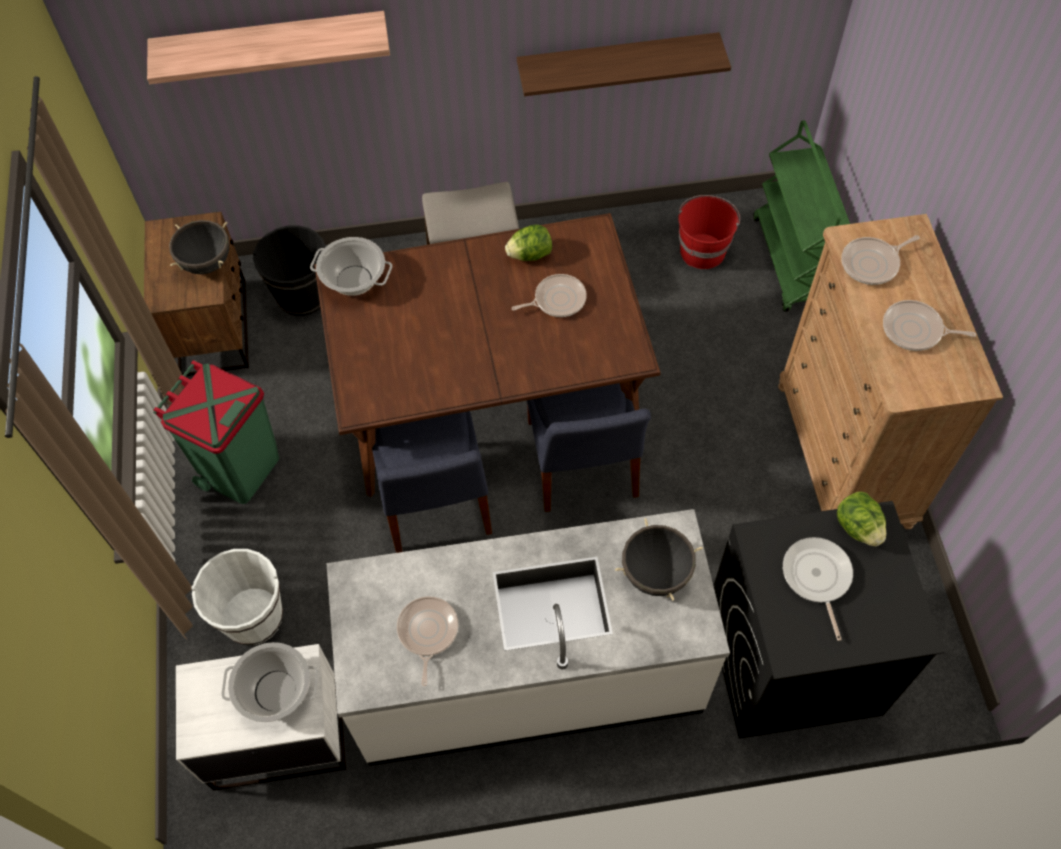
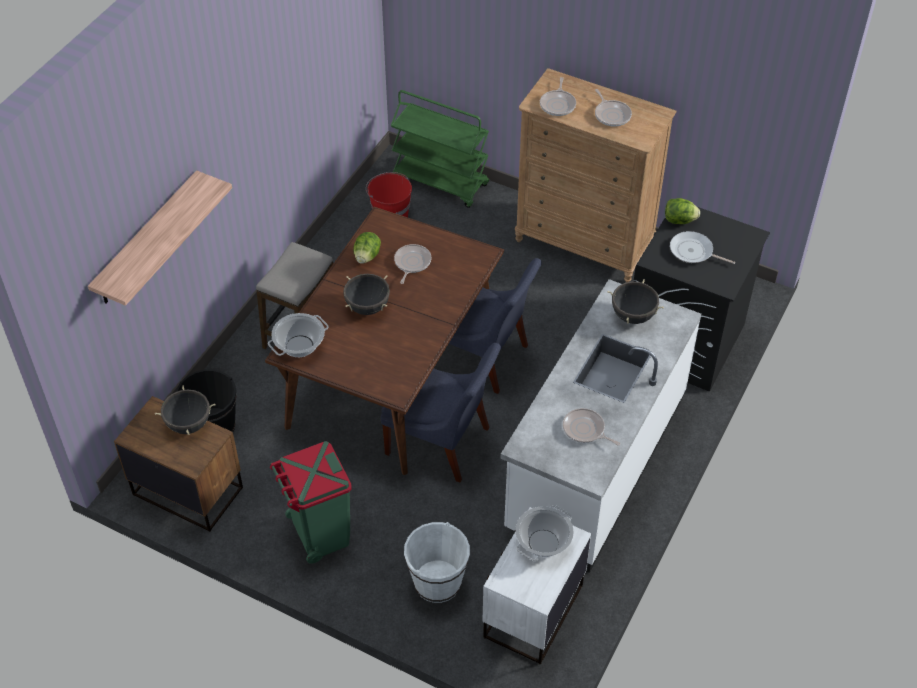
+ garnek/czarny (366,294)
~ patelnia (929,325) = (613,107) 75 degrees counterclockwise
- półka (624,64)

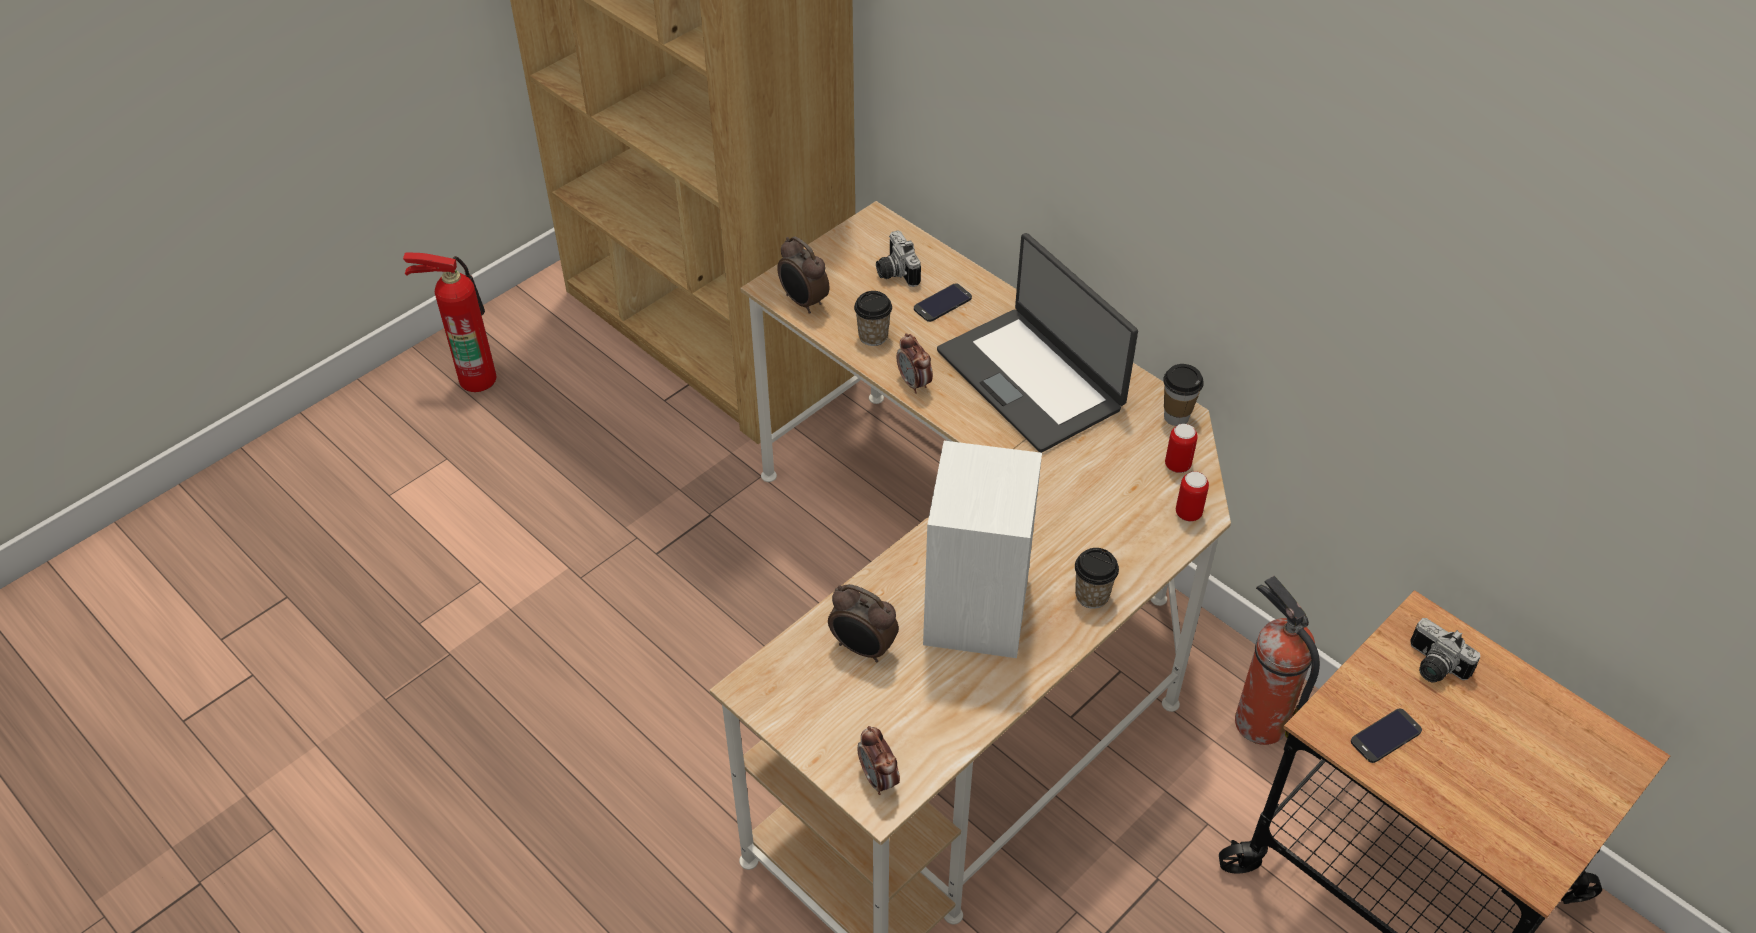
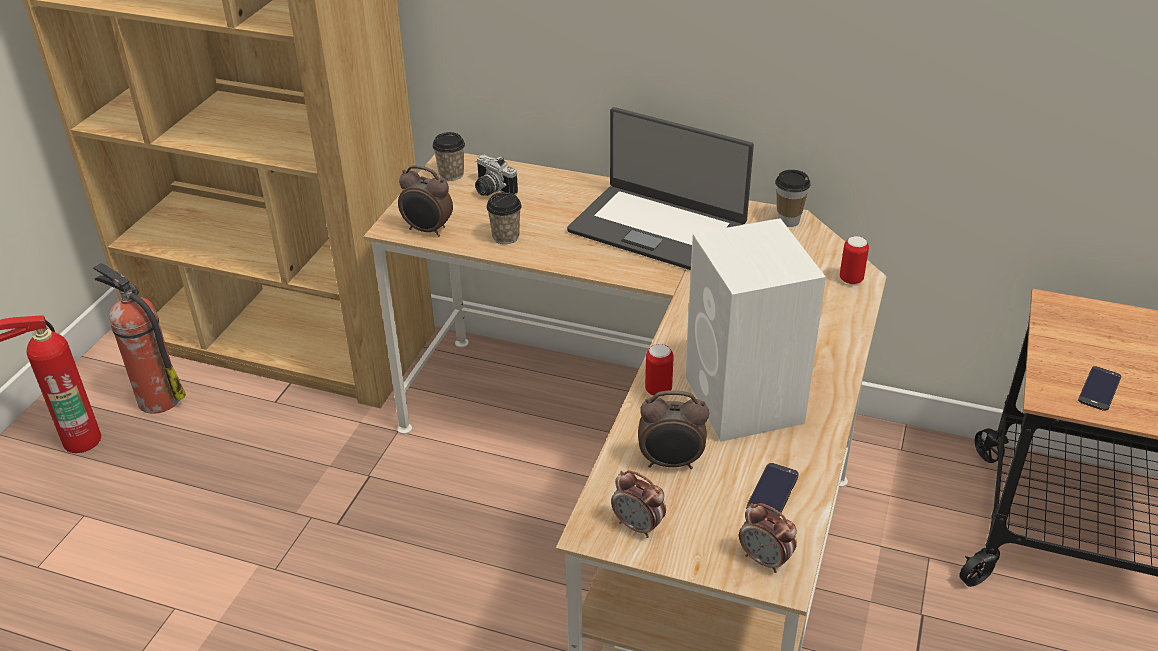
~ gaśnica (1277,660) to (139,338)
~ filiżanka (1097,578) to (449,156)
~ budzik (915,363) to (638,504)
~ puszka (1181,448) to (659,370)
~ telefon (943,302) to (772,490)
- aparat fotograficzny (1445,650)

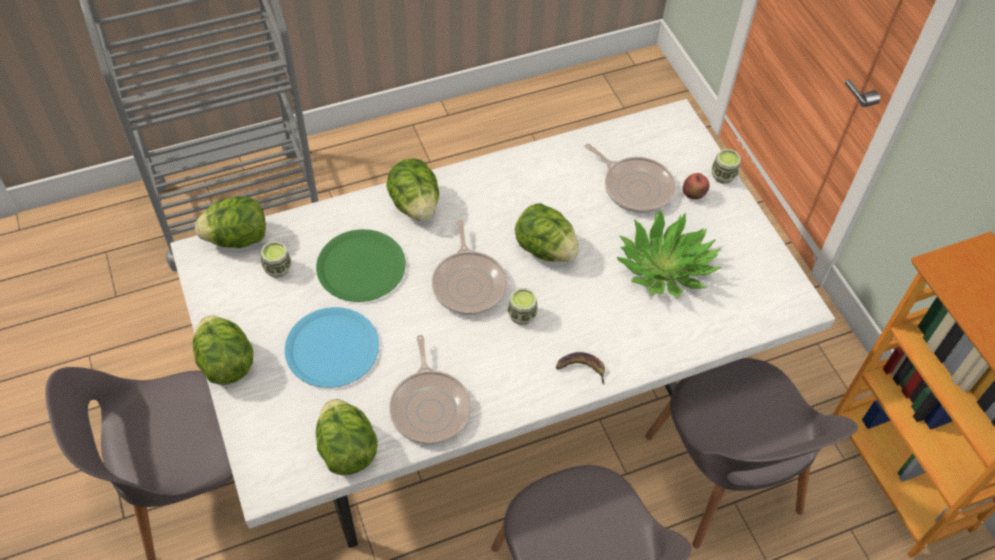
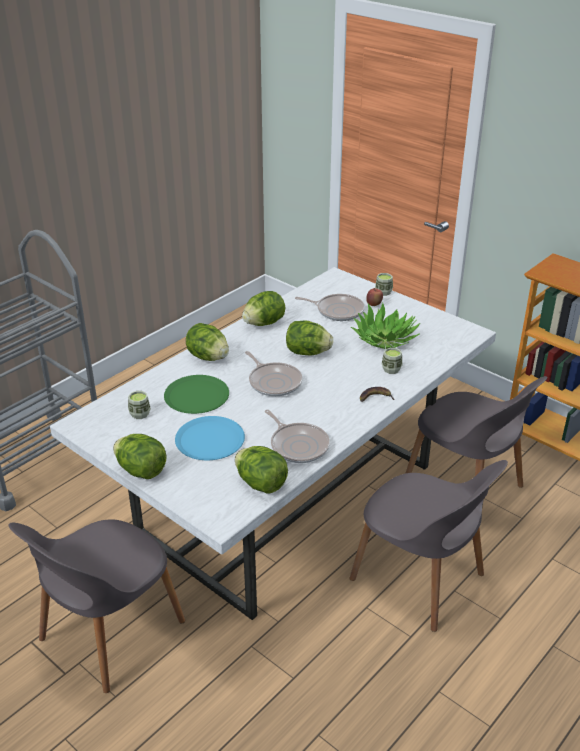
~ sałata (230,222) to (263,308)
~ filiżanka (522,306) to (392,361)

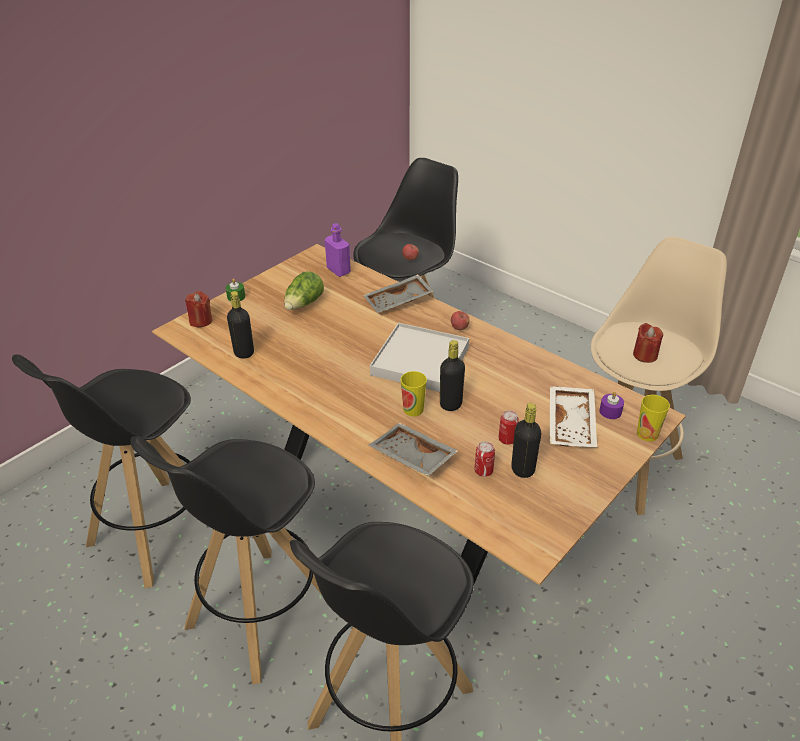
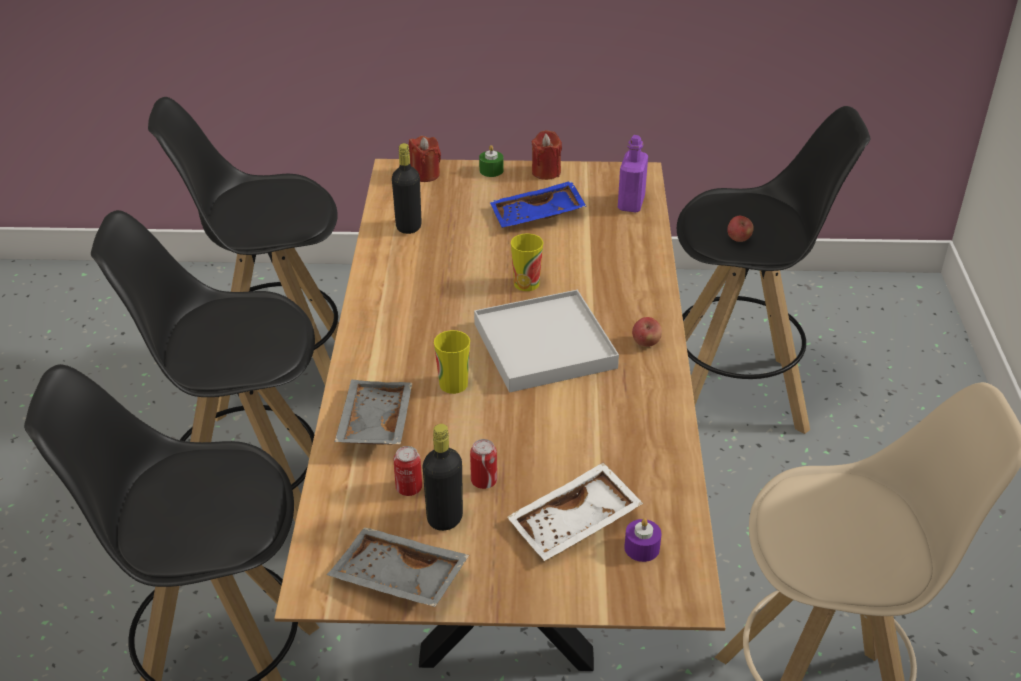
~ taca/szary (398,293) to (398,567)
~ sałata (304,290) to taca/niebieski (538,204)
~ filiżanka (653,418) to (527,262)
~ świeca/czerwony (648,343) to (546,155)
- butelka/czarny (452,375)

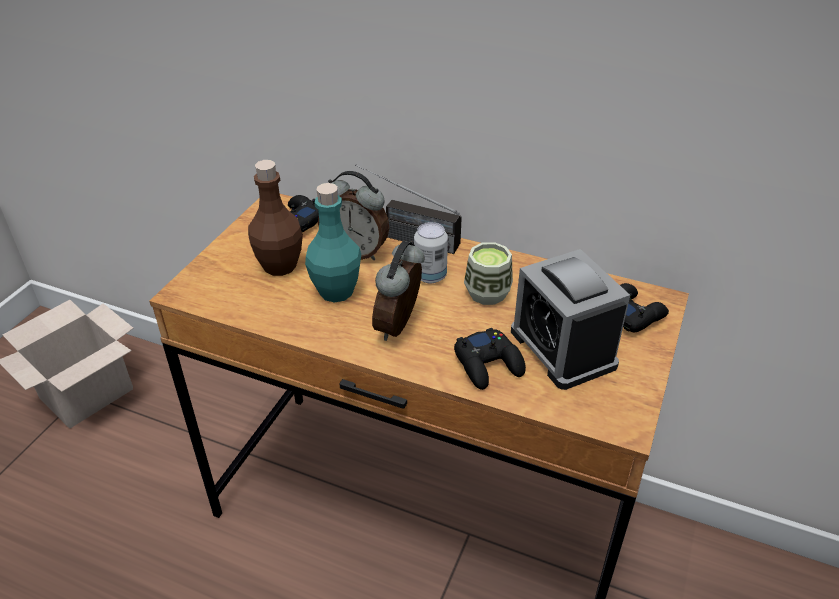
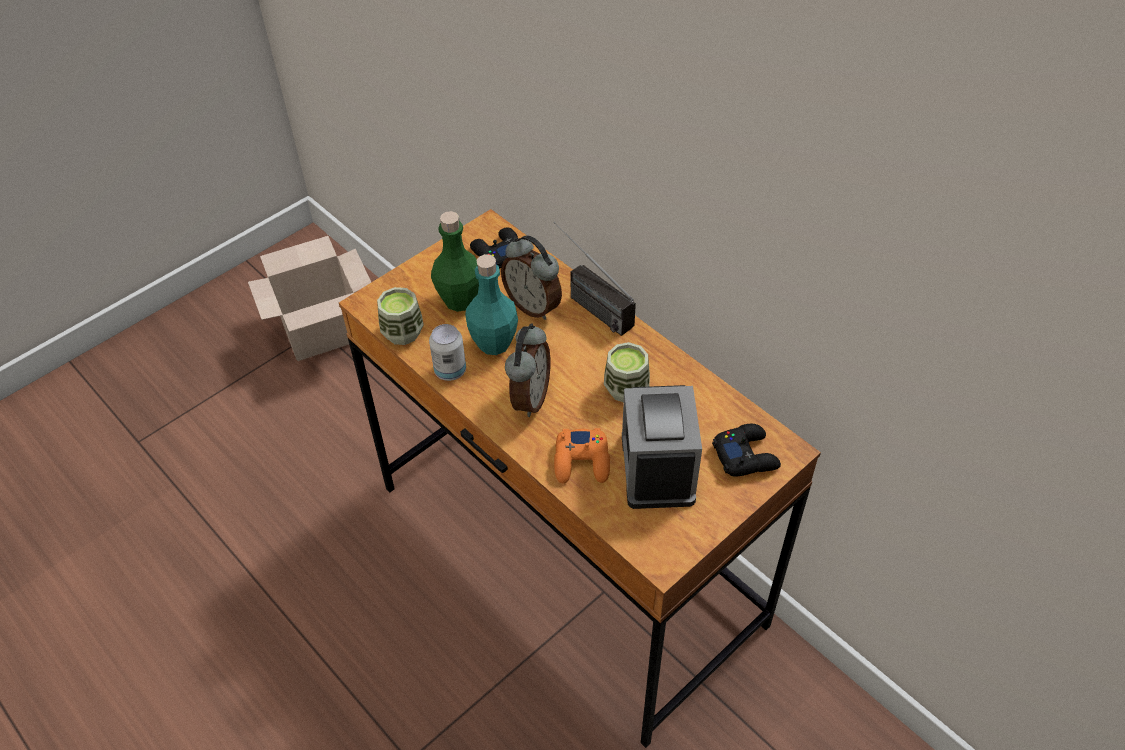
+ filiżanka (400,316)
~ puszka (431,253) to (447,352)
~ butelka/brązowy (275,218) to butelka/zielony (455,261)
~ budzik (398,290) = (528,370) 150 degrees clockwise
~ pad do gier/czarny (490,359) to pad do gier/pomarańczowy (582,455)

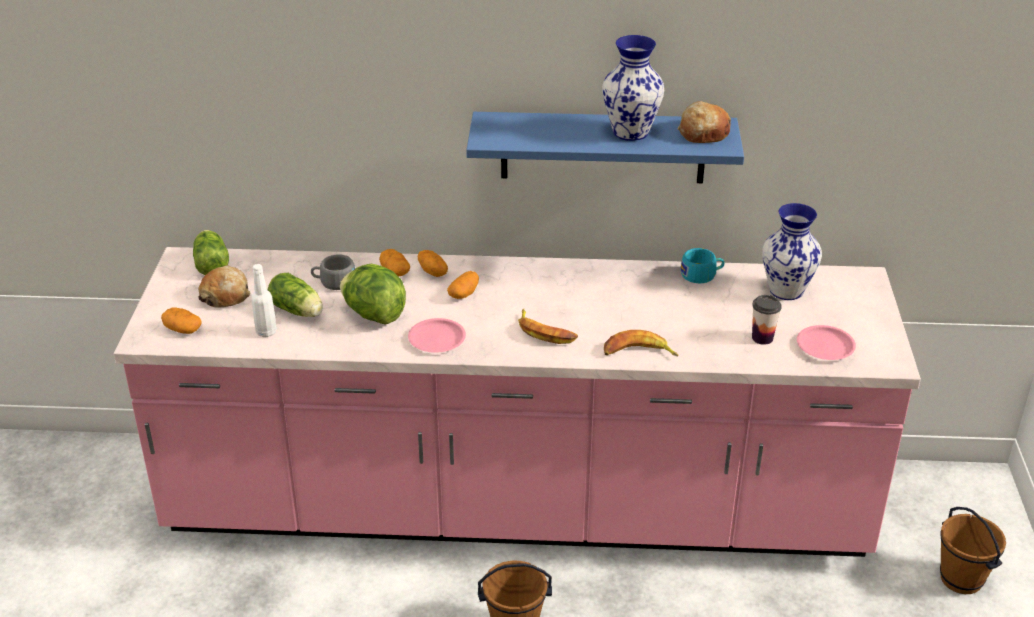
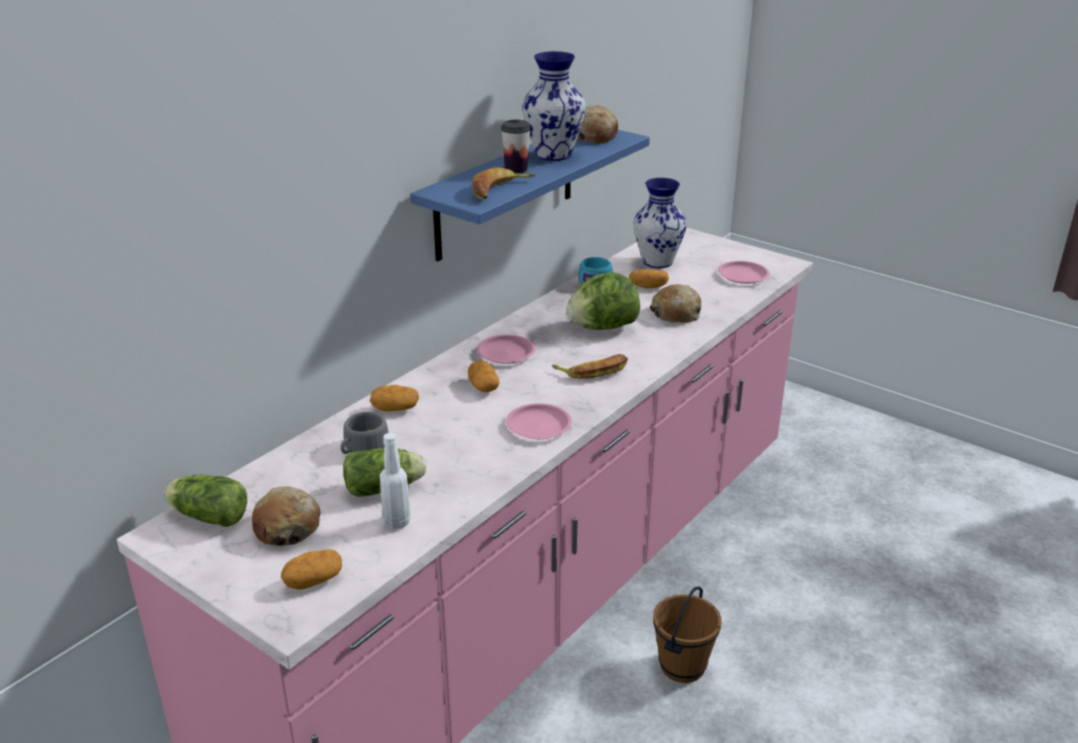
~ banan (641,343) to (503,183)
+ talerz/różowy (506,349)
~ filiżanka (767,320) to (516,146)
~ sałata (373,294) to (603,301)
~ ziemniak (433,263) to (649,278)
+ chleb (675,303)
- wiadro/brązowy (973,550)

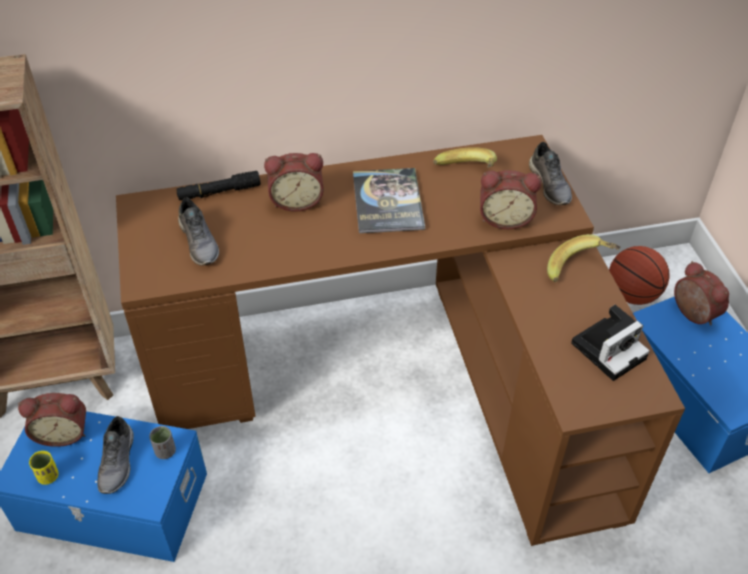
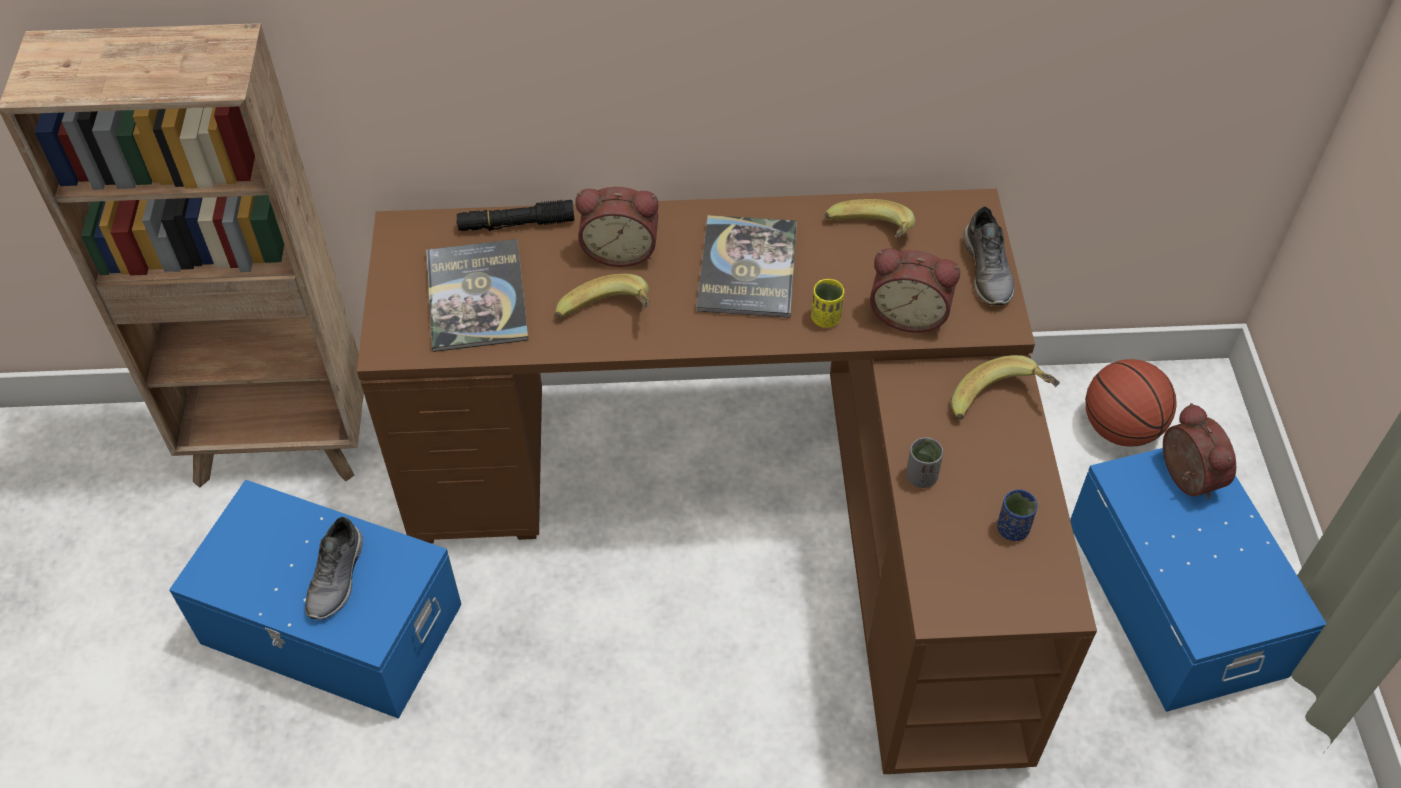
~ but/szary (198,231) to książka (477,295)
+ banan (602,296)
~ filiżanka/żółty (44,468) to (827,303)
~ filiżanka/szary (162,442) to (924,462)
~ aparat fotograficzny (610,343) to filiżanka/niebieski (1017,515)
- budzik (52,420)

